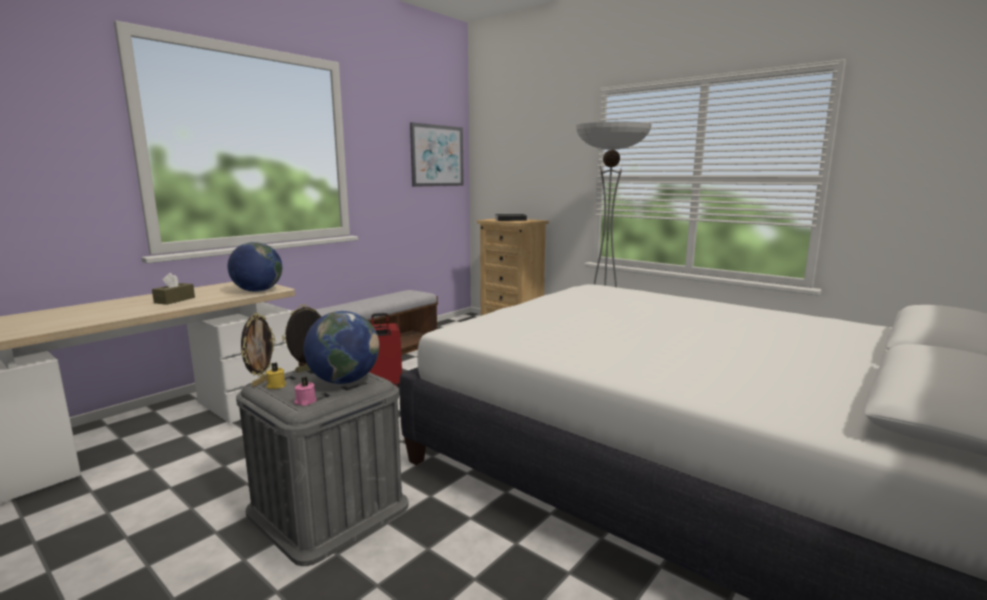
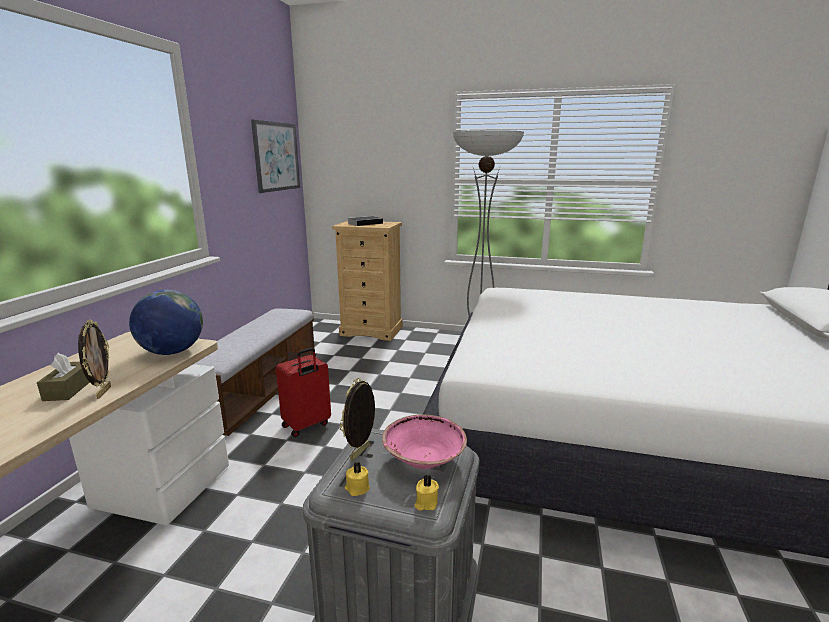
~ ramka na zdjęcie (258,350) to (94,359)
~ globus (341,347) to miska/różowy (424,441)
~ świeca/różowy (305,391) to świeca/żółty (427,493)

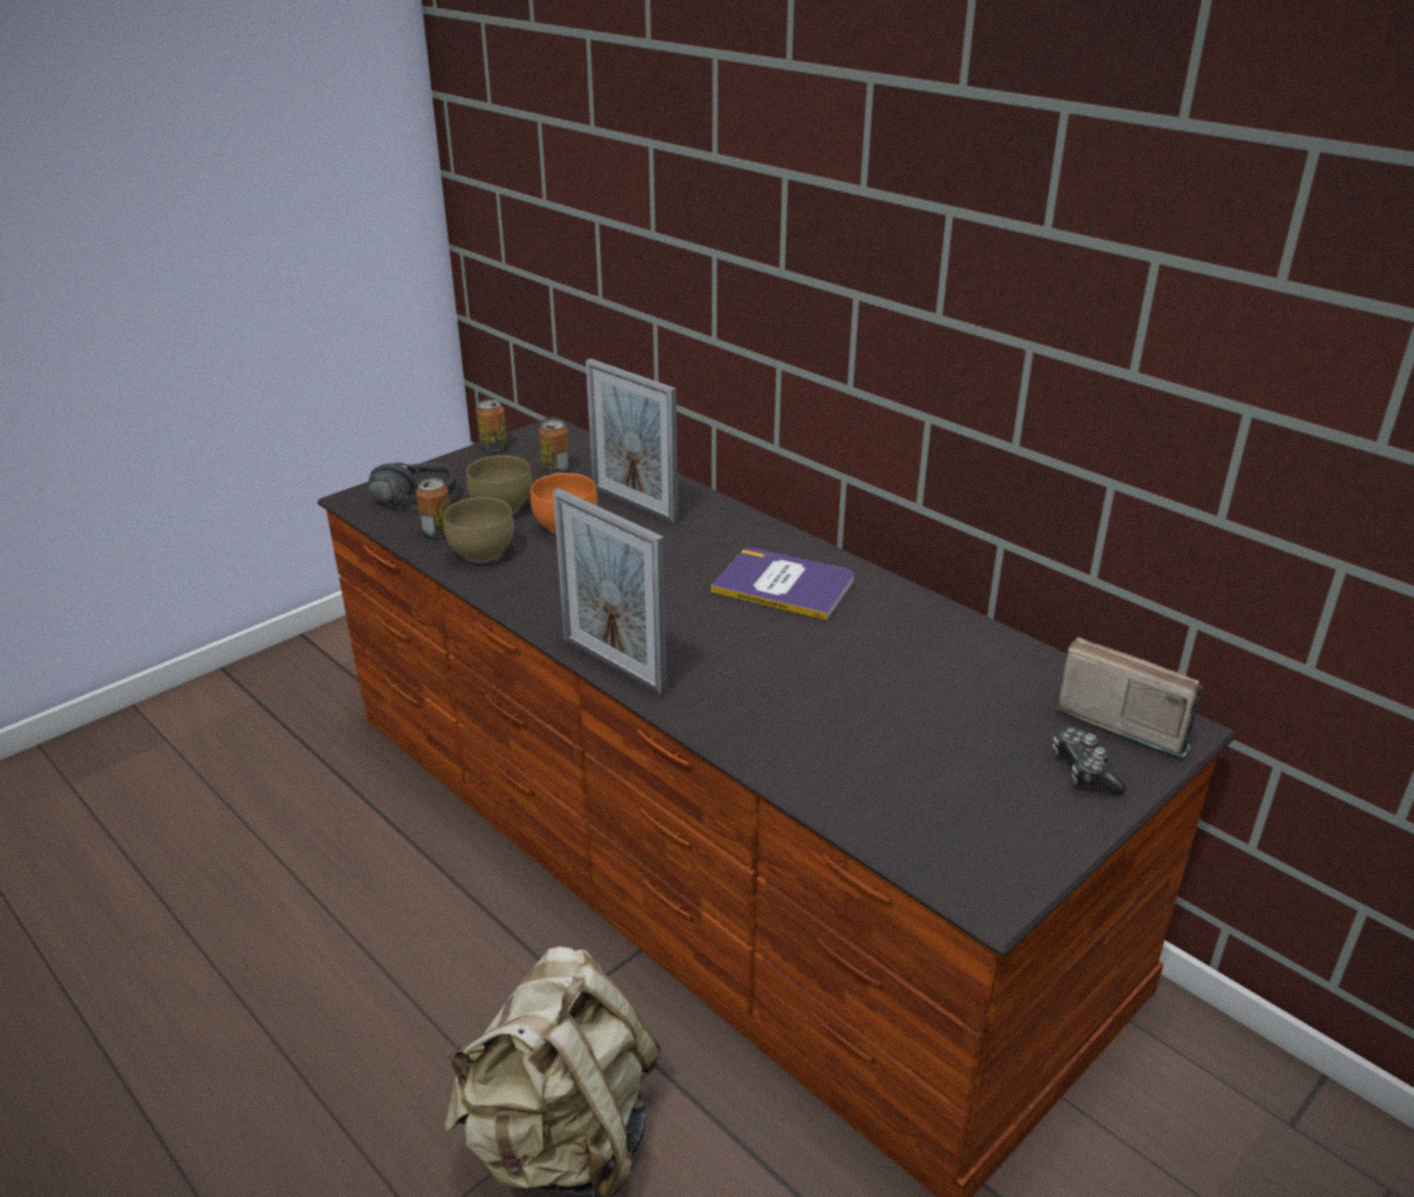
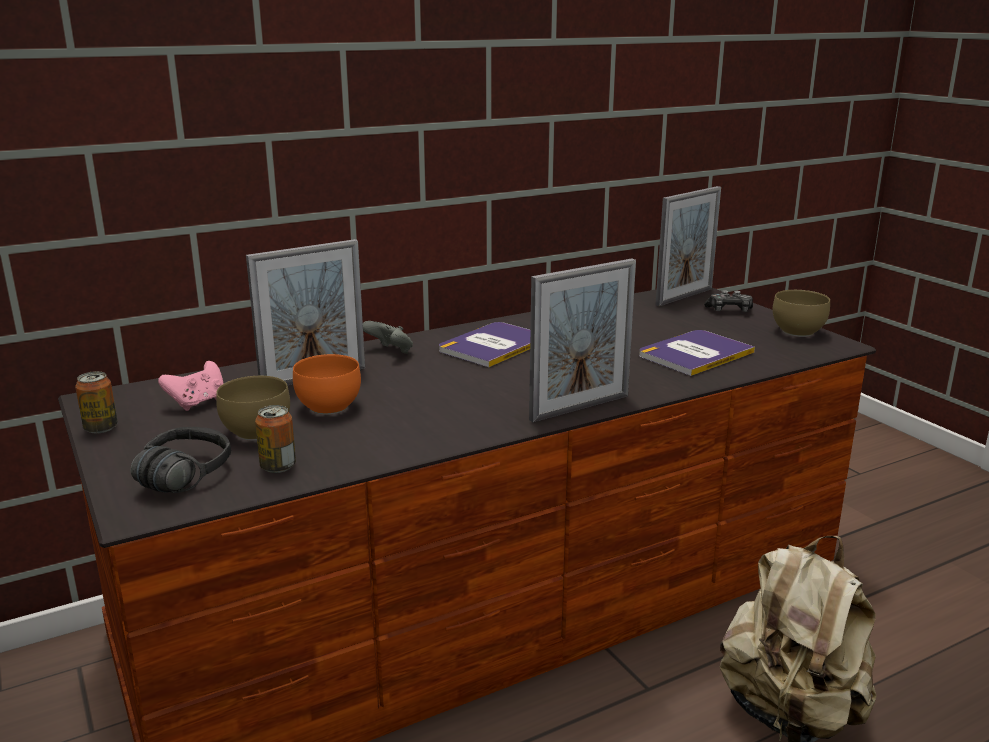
~ puszka (554,447) to pad do gier/różowy (191,386)
+ pad do gier/szary (388,337)
+ książka (697,353)
~ radio (1129,697) to ramka na zdjęcie (688,246)
~ miska/brązowy (478,529) to (801,313)

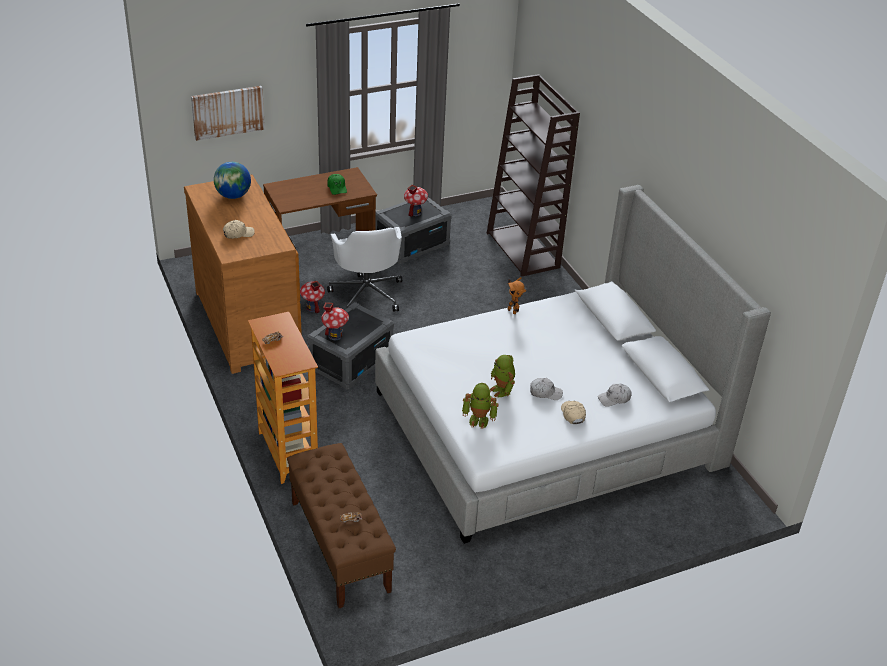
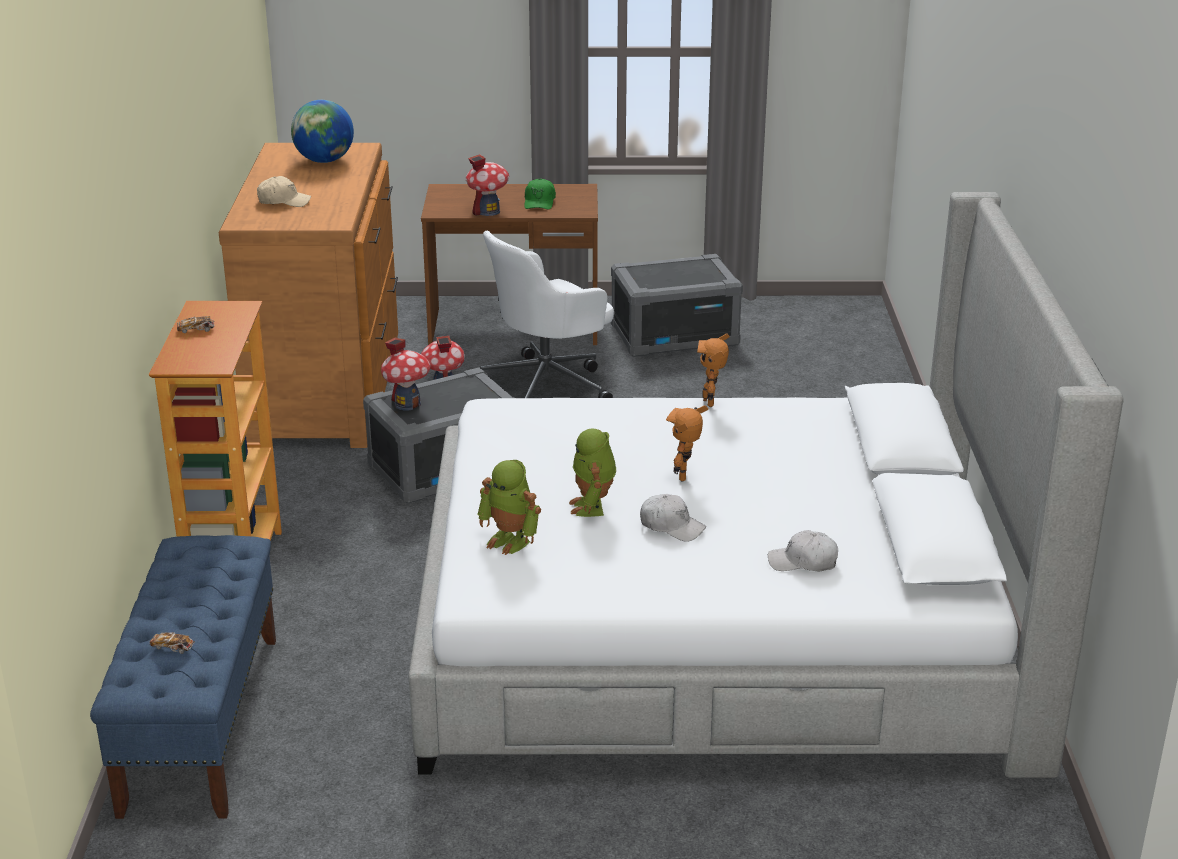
~ ławka/brązowy (341,525) to ławka/niebieski (183,677)
~ domek (416,201) to (487,185)
~ krzesło biurowe/biały (364,269) = (547,314) 45 degrees clockwise
+ robot zabawkowy (687,443)
- obraz (228,113)
- regał/brązowy (533,175)
- czapka z daszkiem/beżowy (573,412)

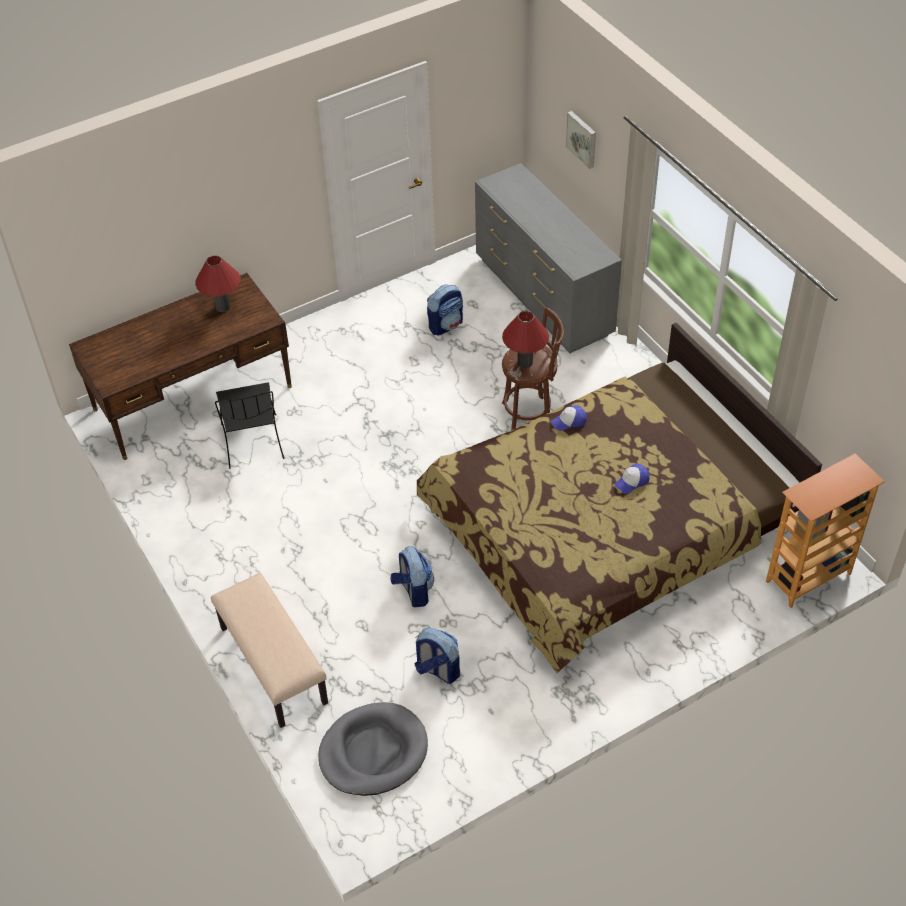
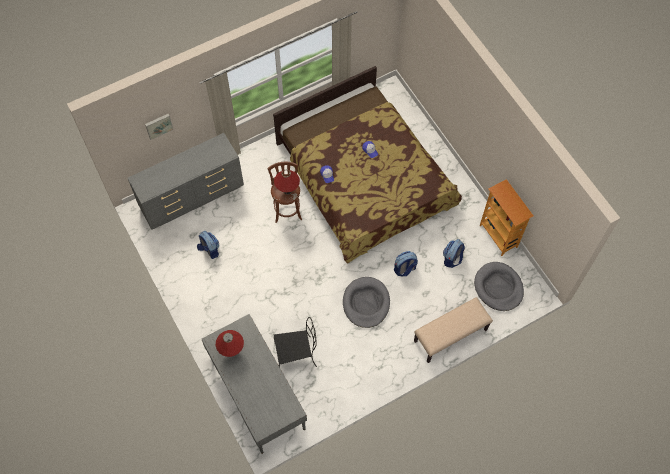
~ biurko/brązowy (180,366) to biurko/szary (254,384)
+ legowisko/szary (366,302)
~ regał (825,531) to (506,217)

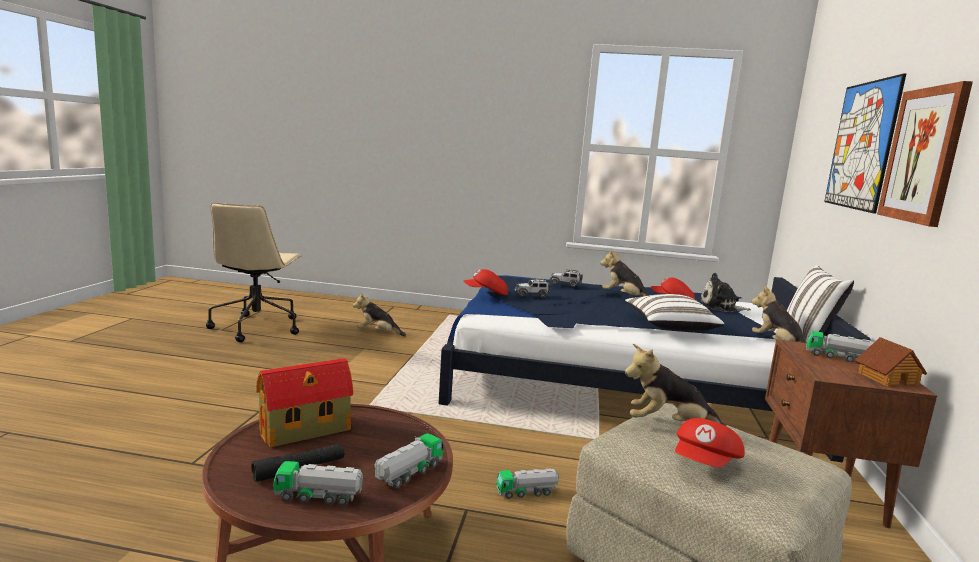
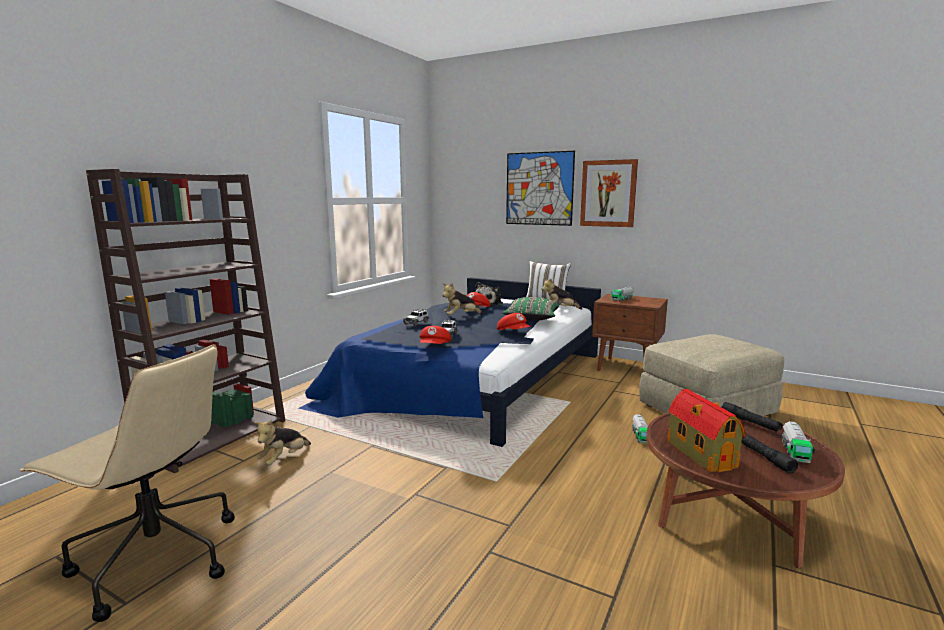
+ regał/brązowy (185,321)
~ czapka z daszkiem/czerwony (709,443) to (514,321)
~ poduszka/biały (674,312) to poduszka/zielony (531,309)
~ ciężarówka zabawkowa (409,461) to latarka/czarny (751,417)
- pluszak (675,385)
- domek (891,362)

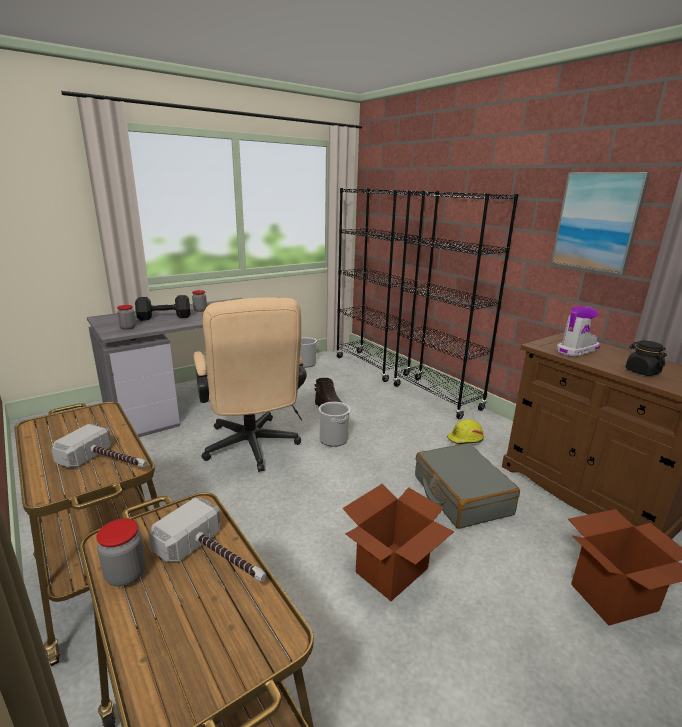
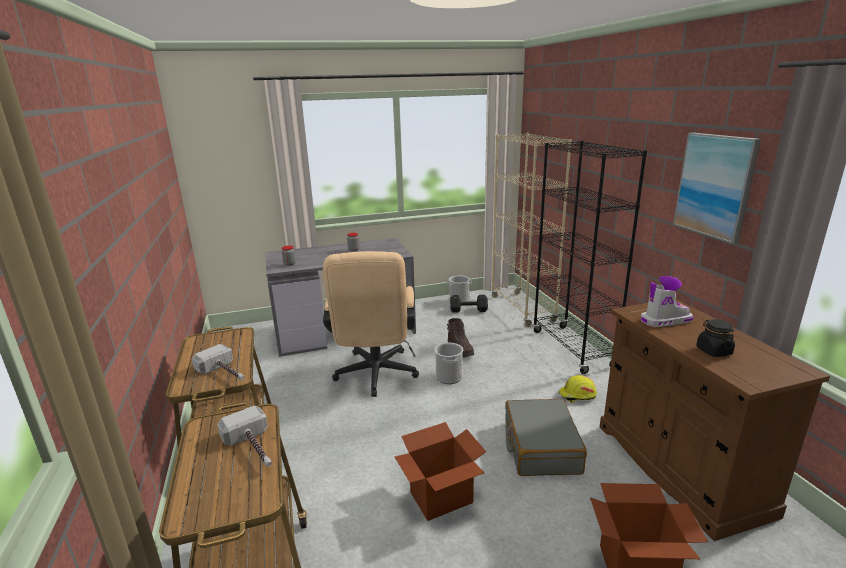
~ hantel/czarny (163,308) to (469,304)
~ regał/czarny (380,285) to regał/beżowy (531,230)
- słoik (121,552)

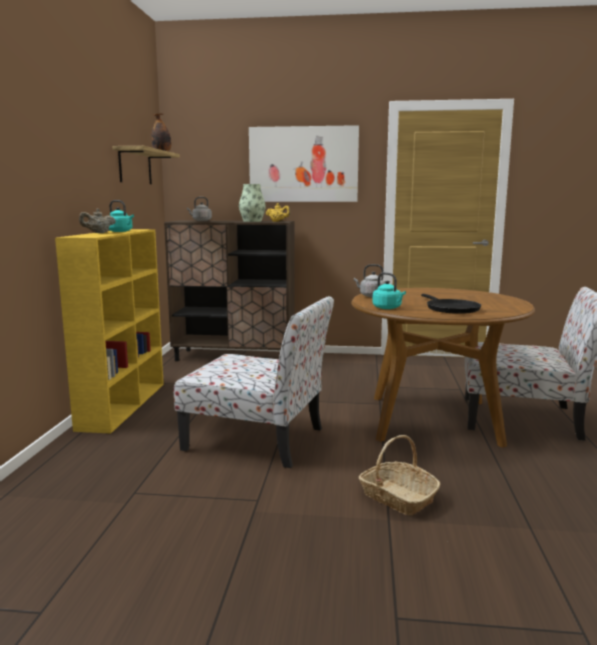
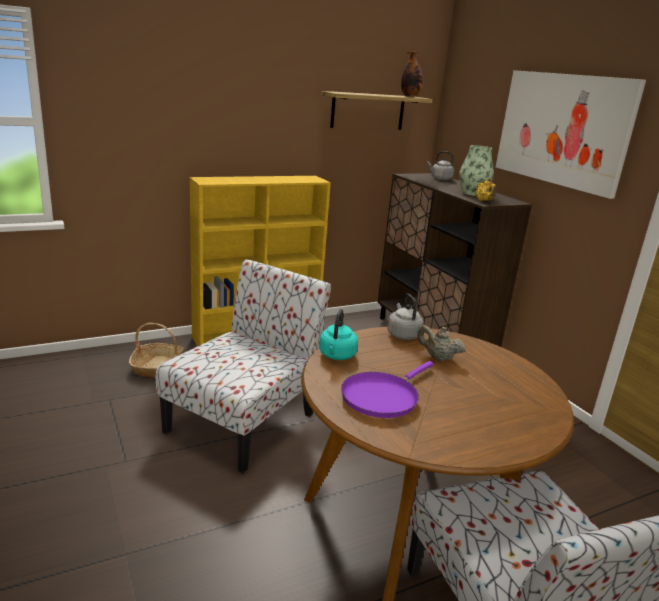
~ koszyk (400,475) to (156,350)
~ krzesło (253,382) = (243,366) 135 degrees counterclockwise
~ patelnia/czarny (451,304) to patelnia/fioletowy (387,389)
~ imbryk/beżowy (97,220) to (441,343)
- czajnik/turkusowy (121,216)

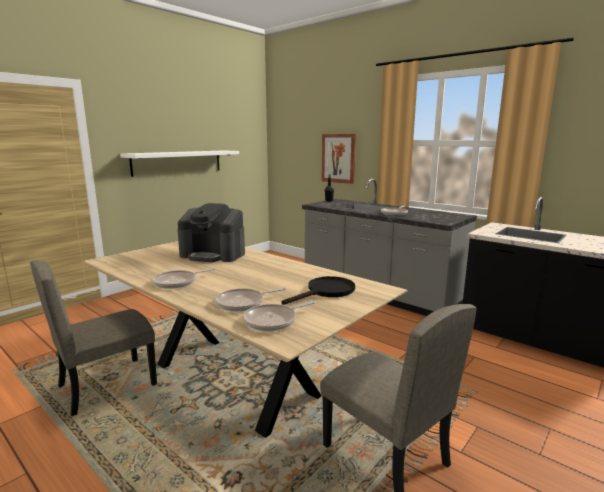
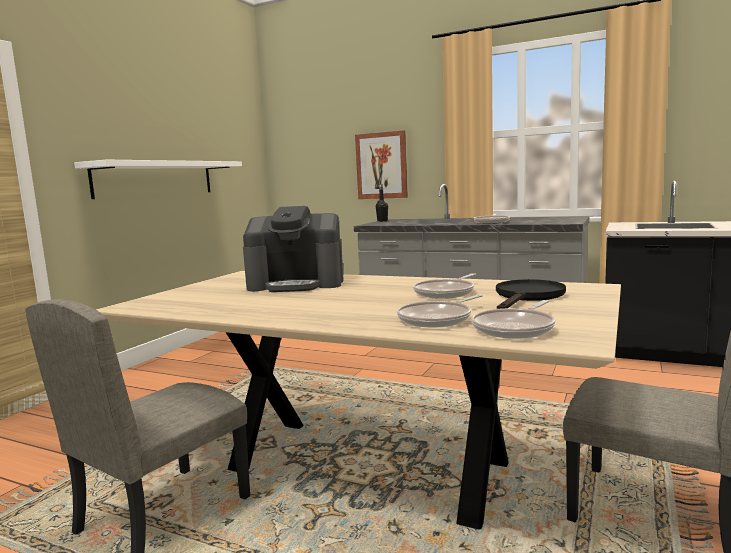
~ patelnia (184,278) to (444,286)

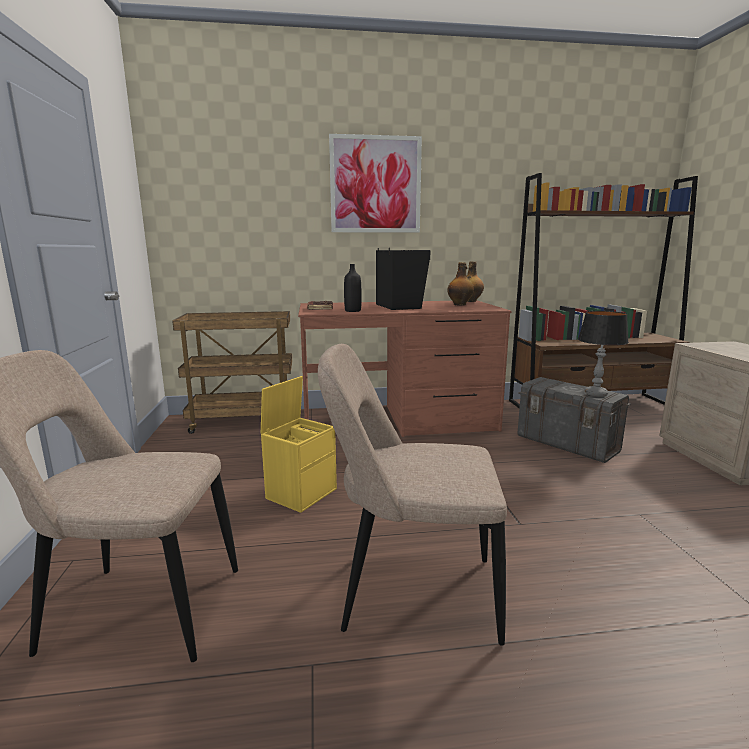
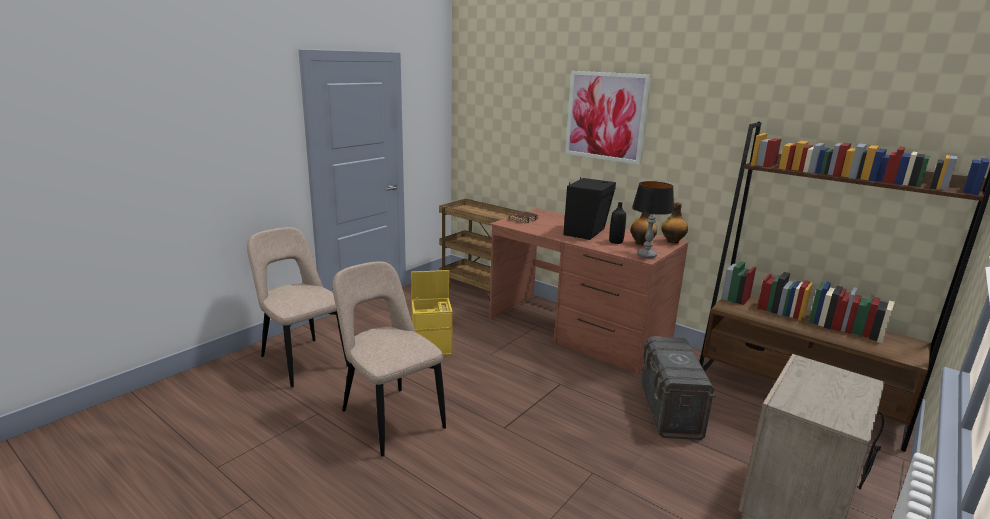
~ butelka/czarny (353,288) to (617,223)
~ lampa stołowa (603,354) to (653,220)

